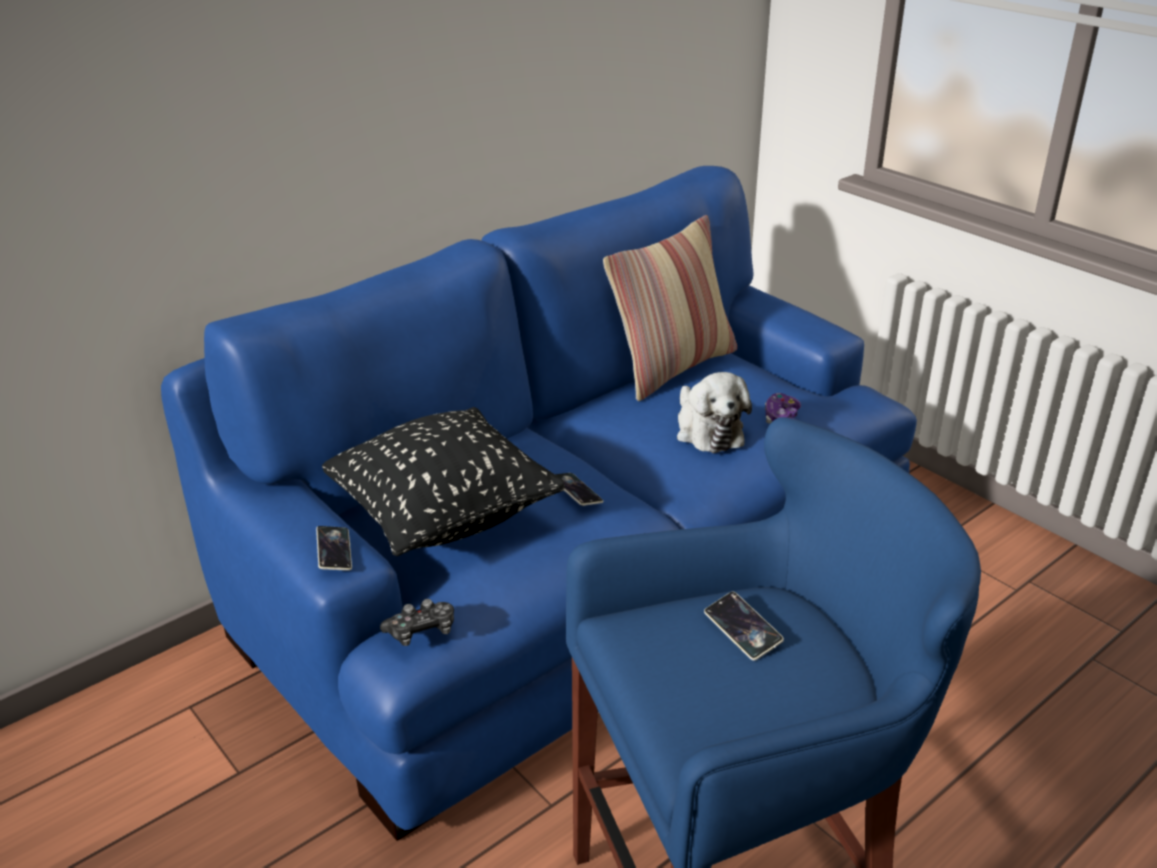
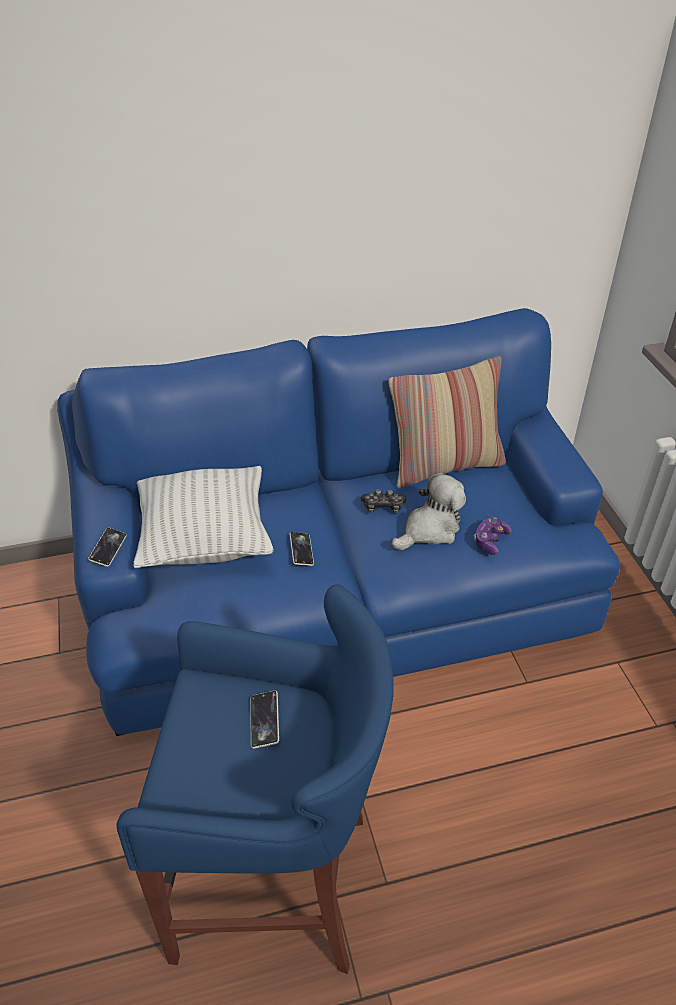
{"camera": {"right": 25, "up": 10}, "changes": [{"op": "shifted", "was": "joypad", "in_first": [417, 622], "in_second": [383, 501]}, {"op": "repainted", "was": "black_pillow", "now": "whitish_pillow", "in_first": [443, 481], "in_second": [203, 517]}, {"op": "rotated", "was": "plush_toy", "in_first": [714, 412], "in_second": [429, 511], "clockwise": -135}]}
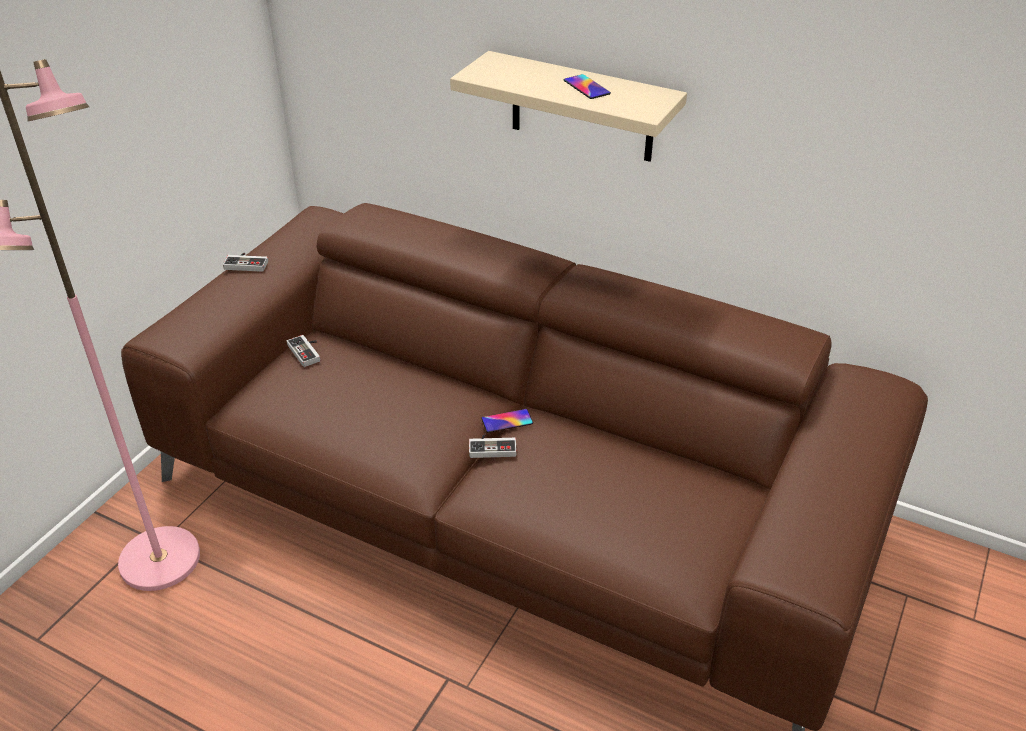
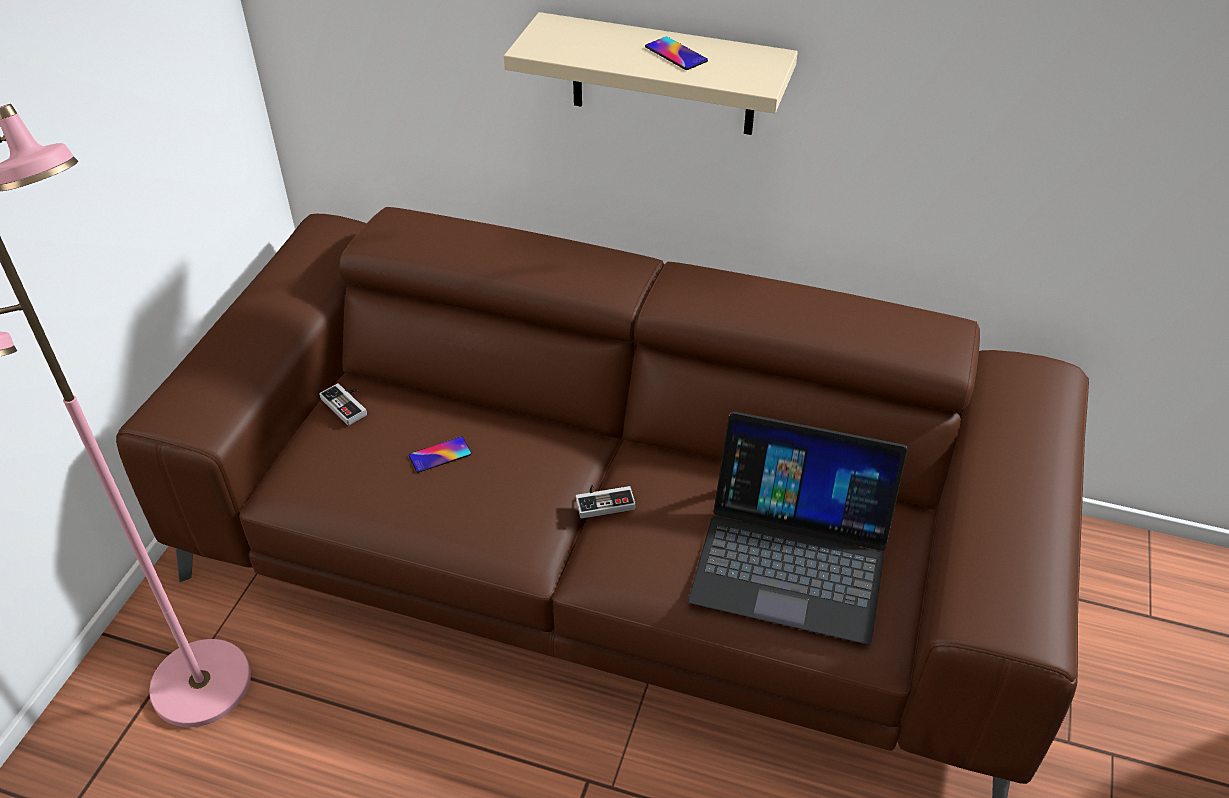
{"camera": {"right": -10, "up": 5}, "changes": [{"op": "gone", "was": "joypad", "in_first": [245, 262]}, {"op": "new", "now": "notebook_computer", "in_second": [797, 528]}, {"op": "shifted", "was": "phone", "in_first": [507, 421], "in_second": [440, 454]}]}
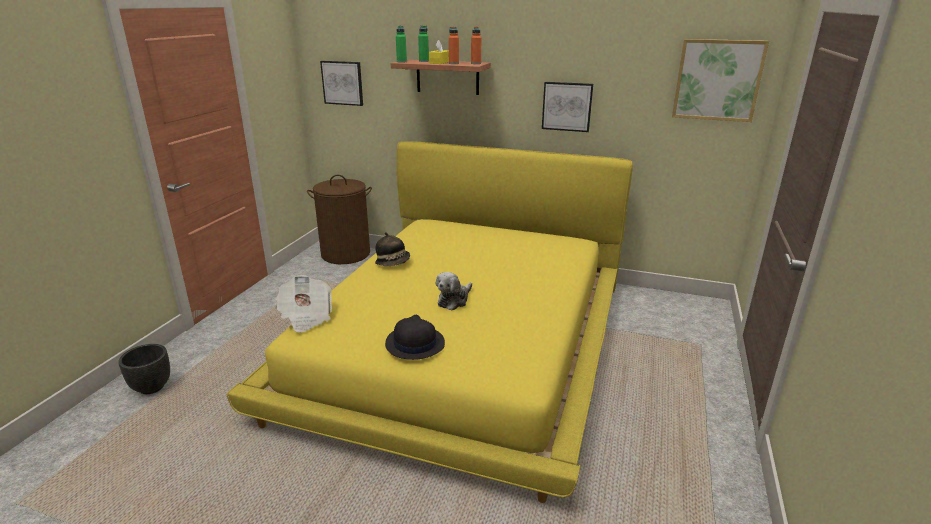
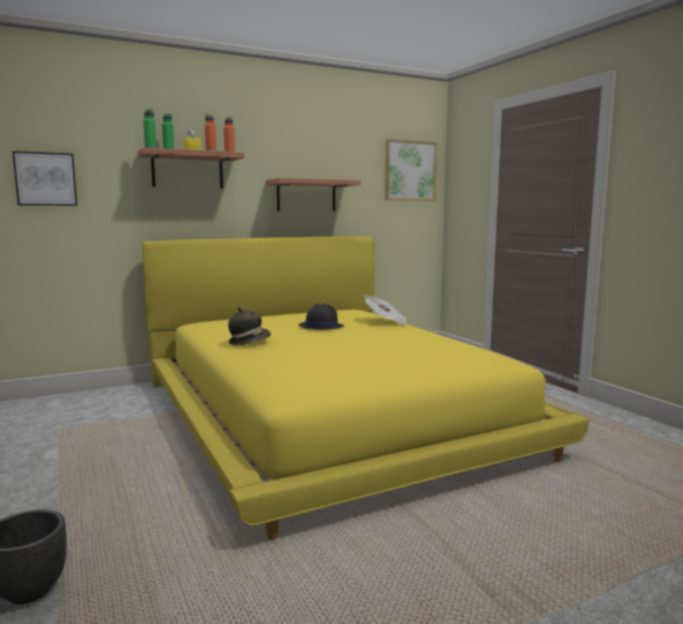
{"camera": {"right": -45, "up": -15}, "changes": [{"op": "gone", "was": "brown-coloured_washing_basket", "in_first": [339, 219]}, {"op": "gone", "was": "plush_toy", "in_first": [454, 291]}, {"op": "shifted", "was": "newspaper", "in_first": [303, 304], "in_second": [385, 310]}, {"op": "shifted", "was": "black_wearable_hat", "in_first": [415, 337], "in_second": [321, 317]}, {"op": "swapped", "was": "wall_art", "now": "wall_shelf", "in_first": [567, 107], "in_second": [313, 194]}]}
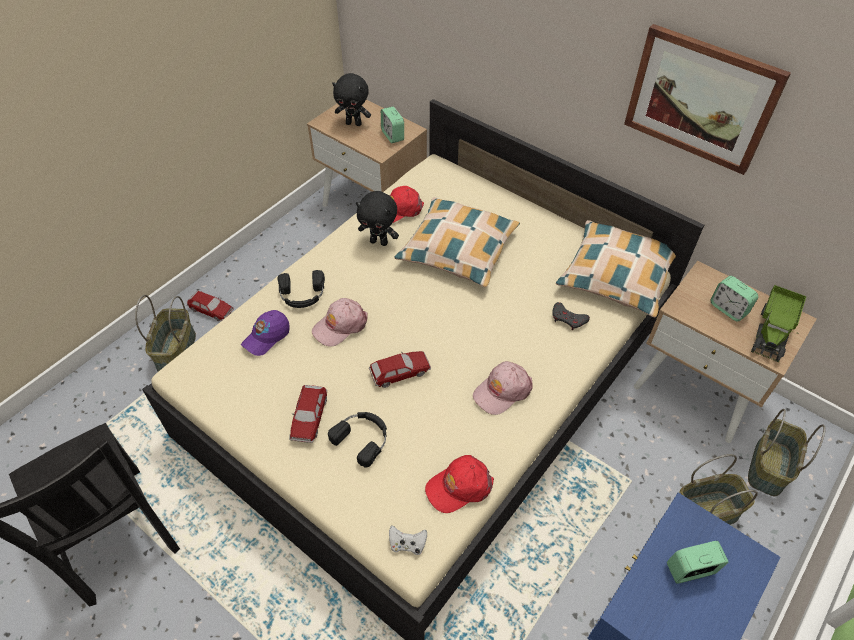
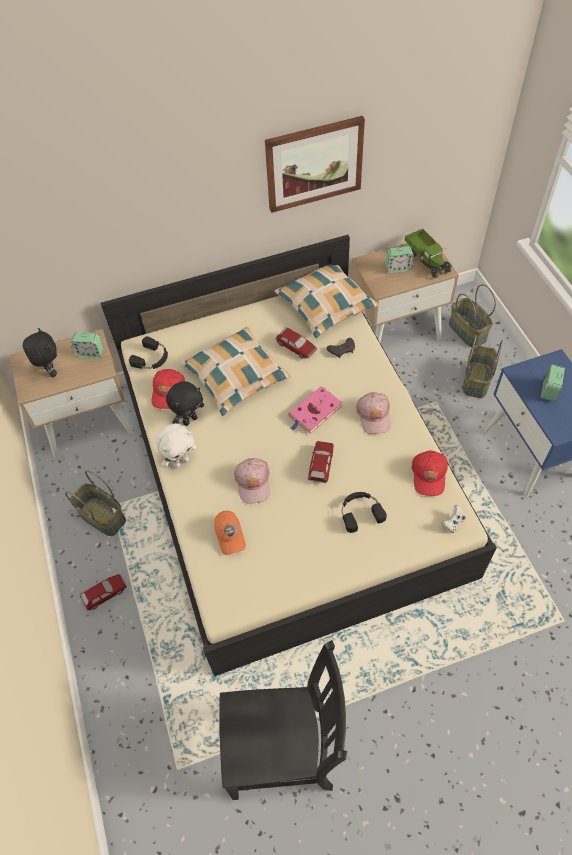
{"camera": {"right": -55, "up": 5}, "changes": [{"op": "new", "now": "whitish_plush_toy", "in_second": [176, 445]}, {"op": "new", "now": "pink-coloured_bound_book", "in_second": [315, 410]}, {"op": "shifted", "was": "storage_basket", "in_first": [165, 333], "in_second": [95, 503]}, {"op": "shifted", "was": "black_pair_of_headphones", "in_first": [301, 289], "in_second": [148, 352]}, {"op": "shifted", "was": "toy_car", "in_first": [308, 414], "in_second": [296, 343]}, {"op": "repainted", "was": "purple-coloured_peaked_cap", "now": "orangey_peaked_cap", "in_first": [265, 333], "in_second": [230, 533]}, {"op": "rotated", "was": "black_plush_toy", "in_first": [351, 99], "in_second": [40, 353], "clockwise": -75}]}
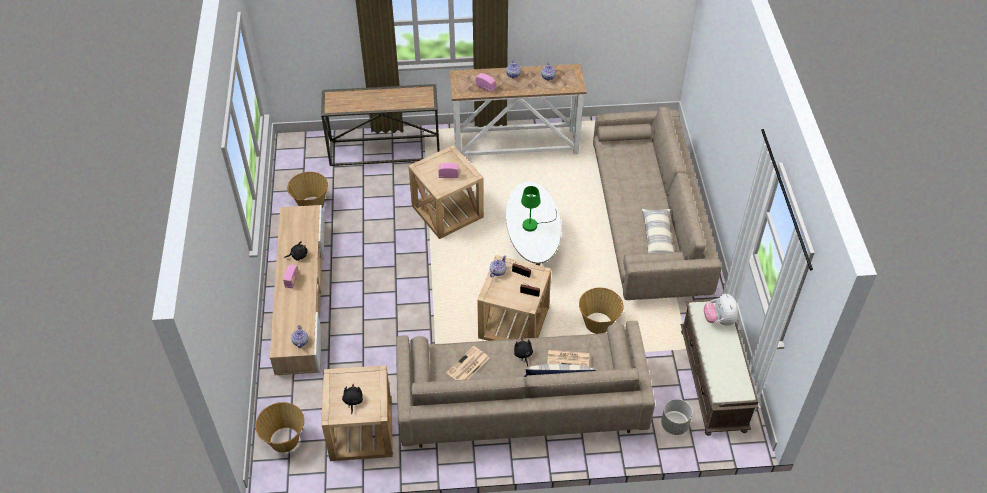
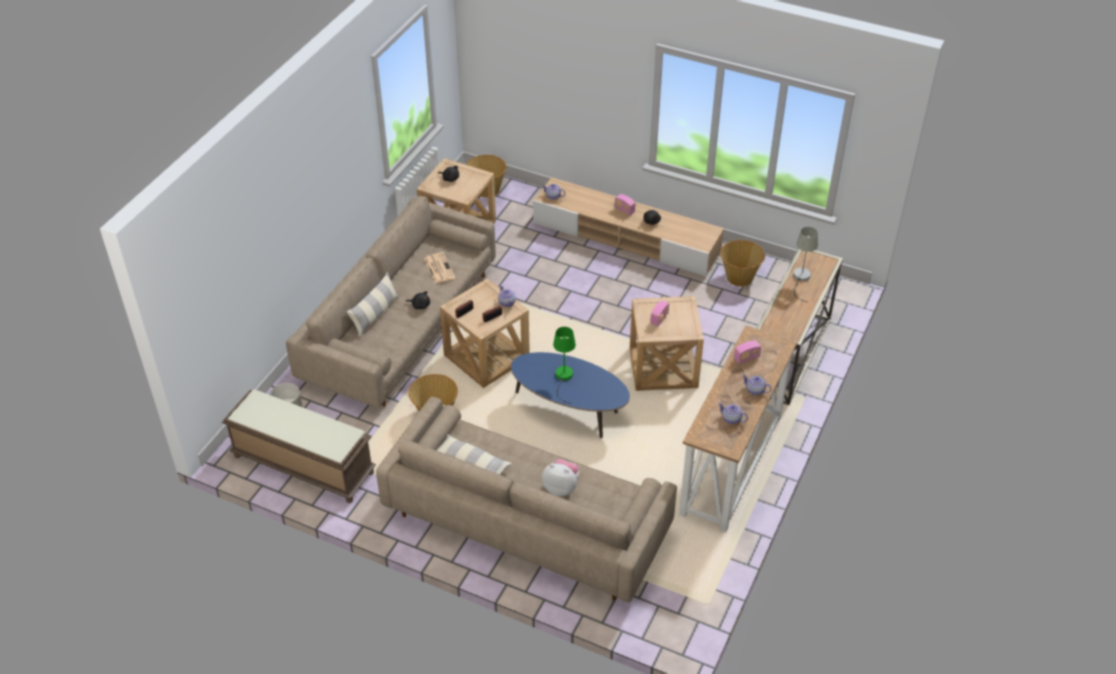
{"camera": {"right": 120, "up": -5}, "changes": [{"op": "gone", "was": "newspaper", "in_first": [568, 358]}, {"op": "new", "now": "gray_tabletop_lamp", "in_second": [805, 264]}, {"op": "shifted", "was": "plush_toy", "in_first": [721, 310], "in_second": [560, 477]}, {"op": "repainted", "was": "whitish_lounge_table", "now": "bluish_lounge_table", "in_first": [533, 223], "in_second": [570, 395]}]}
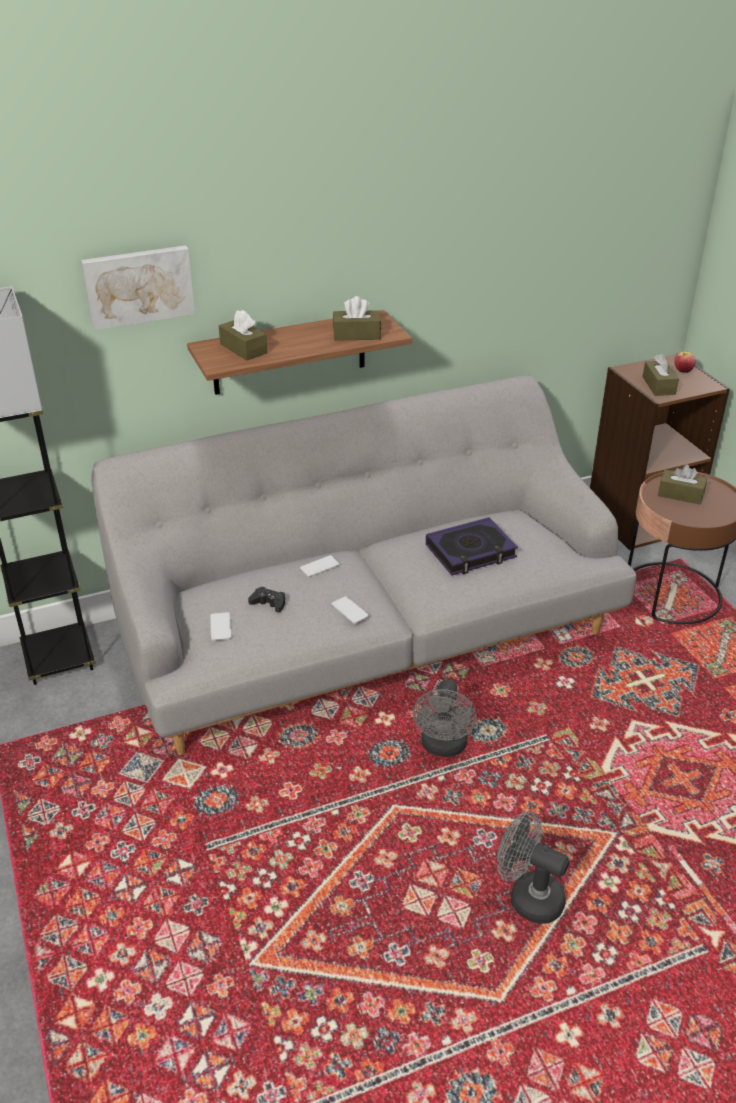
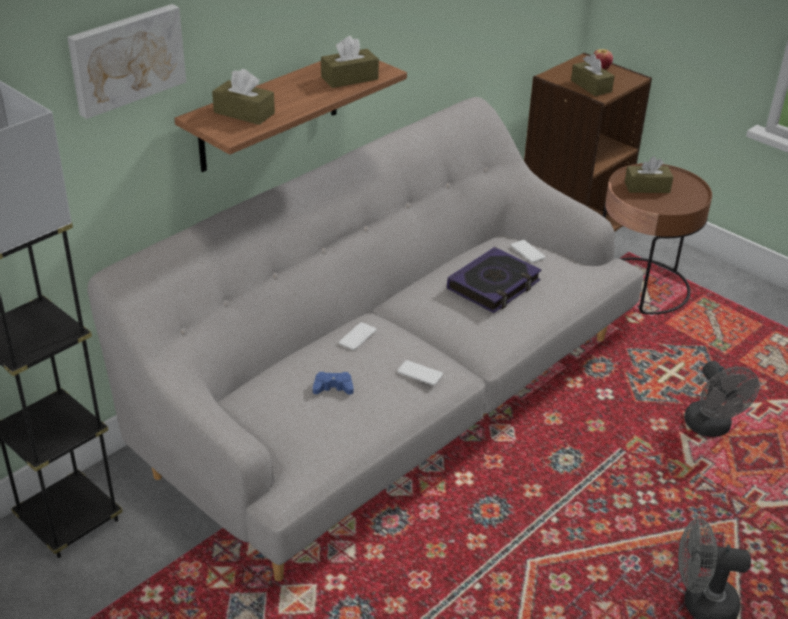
{"camera": {"right": -25, "up": 0}, "changes": [{"op": "shifted", "was": "phone", "in_first": [220, 626], "in_second": [528, 251]}, {"op": "shifted", "was": "gray_cooling_fan", "in_first": [445, 718], "in_second": [721, 399]}, {"op": "repainted", "was": "black_joypad", "now": "bluish_joypad", "in_first": [266, 599], "in_second": [333, 383]}]}
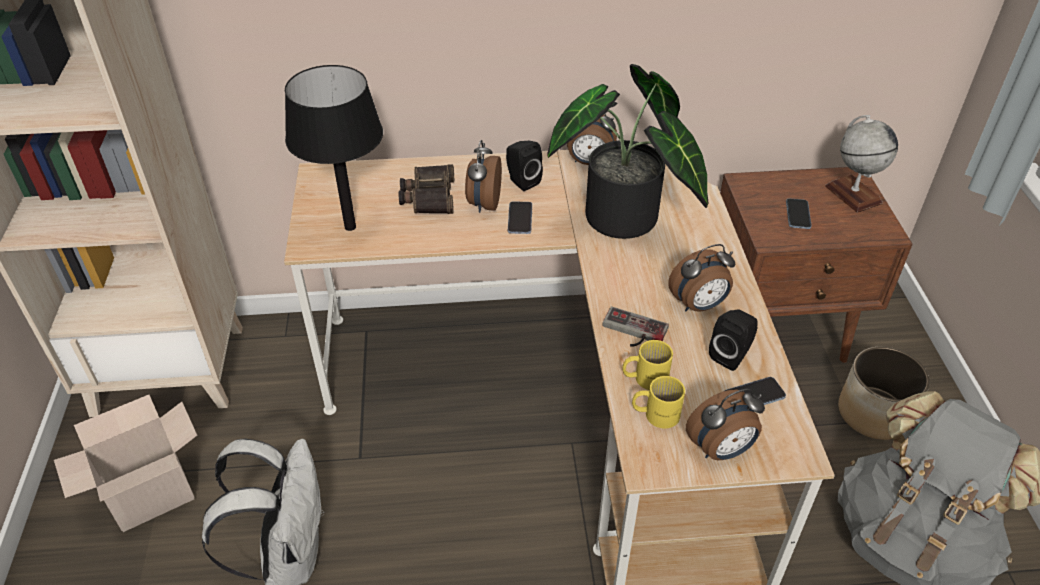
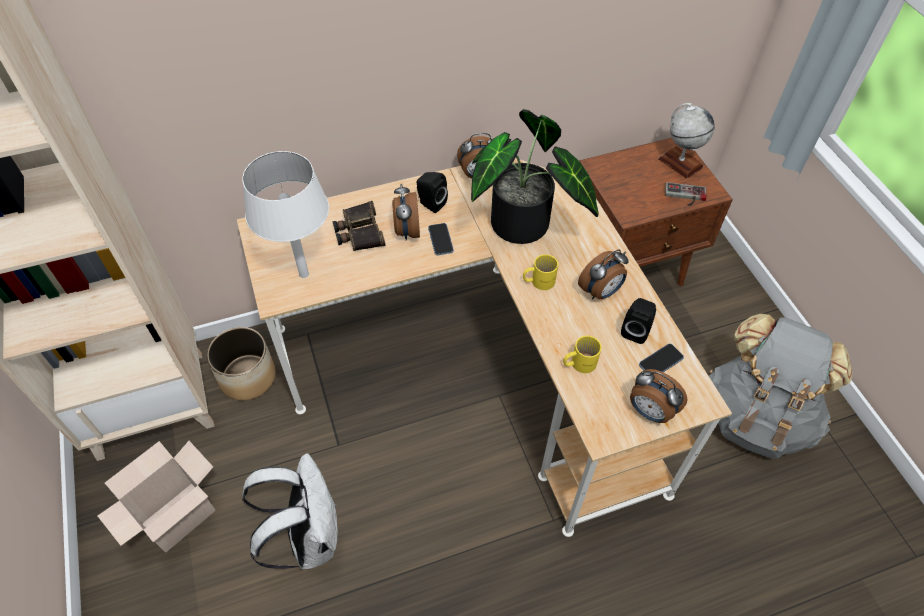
{"camera": {"right": -15, "up": 10}, "changes": [{"op": "gone", "was": "phone", "in_first": [799, 213]}, {"op": "shifted", "was": "joypad", "in_first": [635, 326], "in_second": [685, 194]}, {"op": "shifted", "was": "yellow_tea_mug", "in_first": [658, 402], "in_second": [540, 272]}, {"op": "shifted", "was": "flower_pot", "in_first": [884, 393], "in_second": [241, 363]}, {"op": "repainted", "was": "black_tabletop_lamp", "now": "whitish_tabletop_lamp", "in_first": [334, 148], "in_second": [285, 214]}, {"op": "rotated", "was": "alarm_clock", "in_first": [725, 424], "in_second": [658, 396], "clockwise": 75}]}
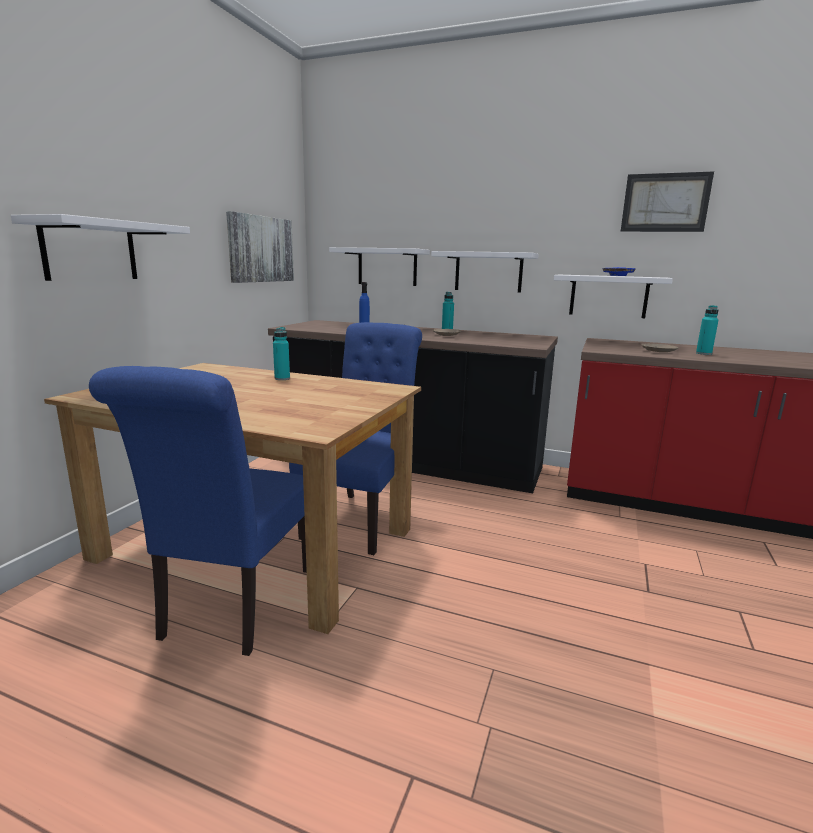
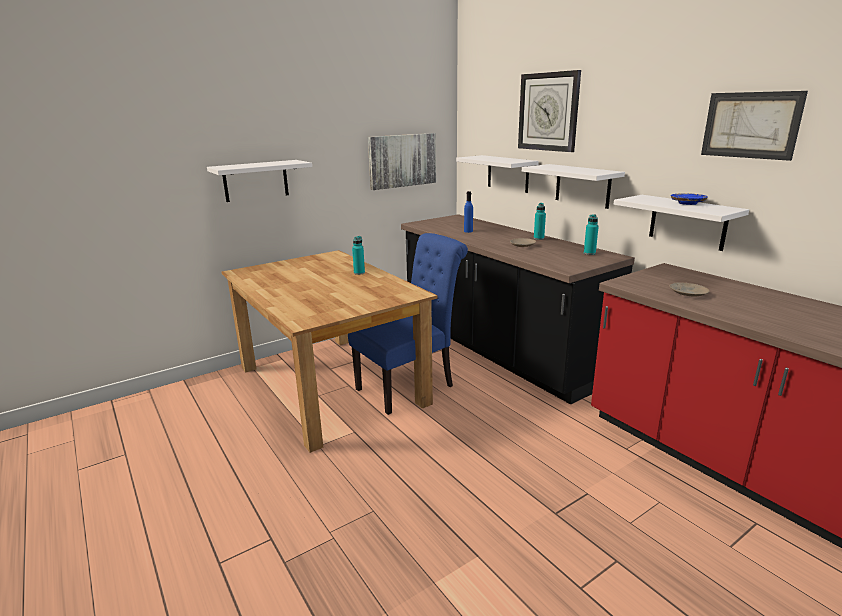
{"camera": {"right": 35, "up": 5}, "changes": [{"op": "gone", "was": "bluish_plain_chair", "in_first": [198, 511]}, {"op": "new", "now": "wall_clock", "in_second": [549, 111]}, {"op": "shifted", "was": "turquoise-coloured_bottle", "in_first": [707, 330], "in_second": [591, 234]}]}
